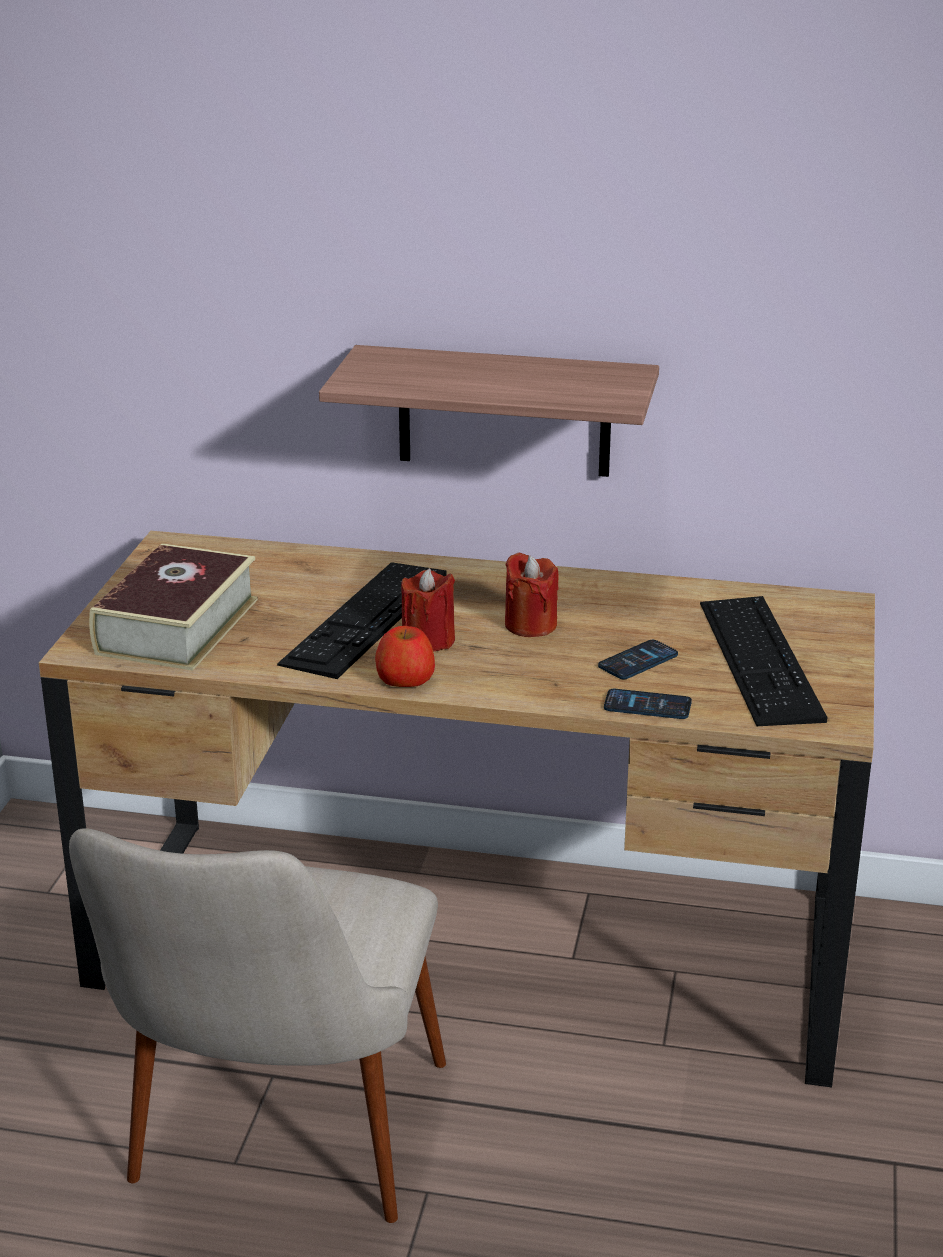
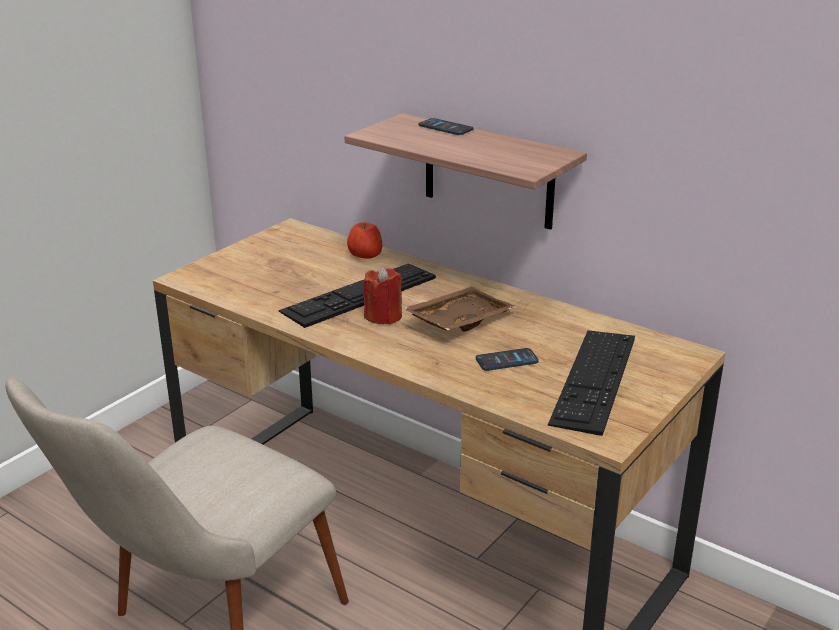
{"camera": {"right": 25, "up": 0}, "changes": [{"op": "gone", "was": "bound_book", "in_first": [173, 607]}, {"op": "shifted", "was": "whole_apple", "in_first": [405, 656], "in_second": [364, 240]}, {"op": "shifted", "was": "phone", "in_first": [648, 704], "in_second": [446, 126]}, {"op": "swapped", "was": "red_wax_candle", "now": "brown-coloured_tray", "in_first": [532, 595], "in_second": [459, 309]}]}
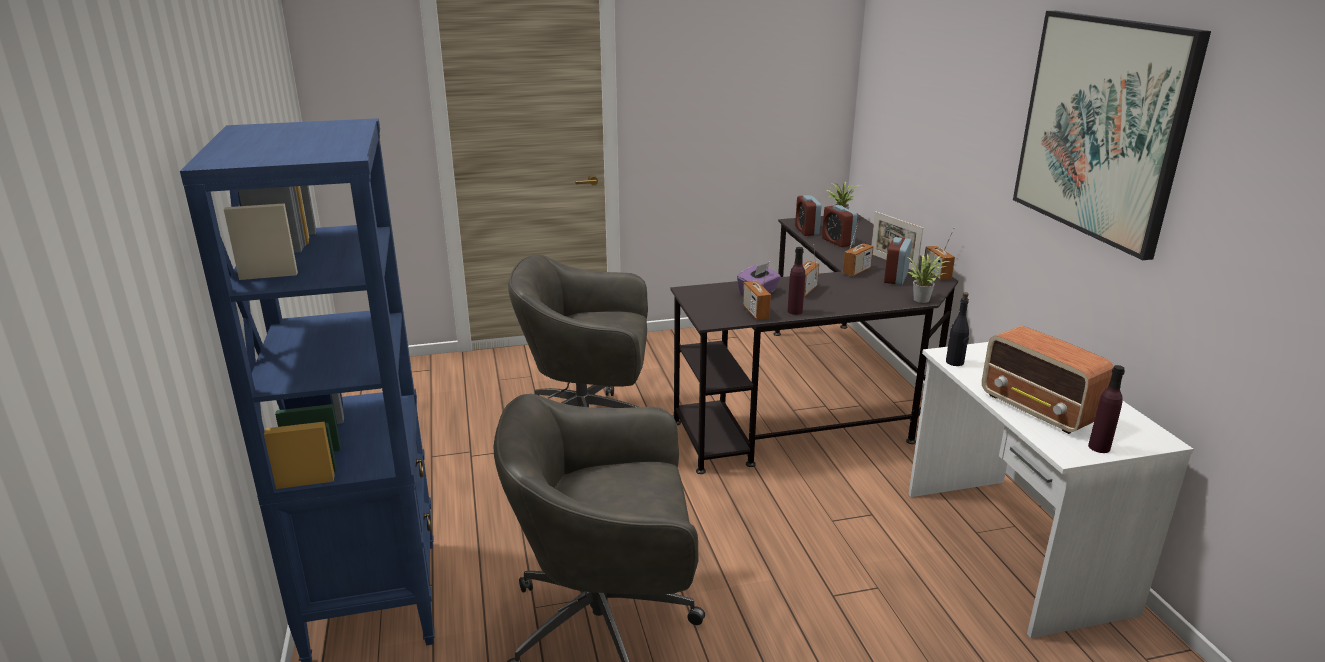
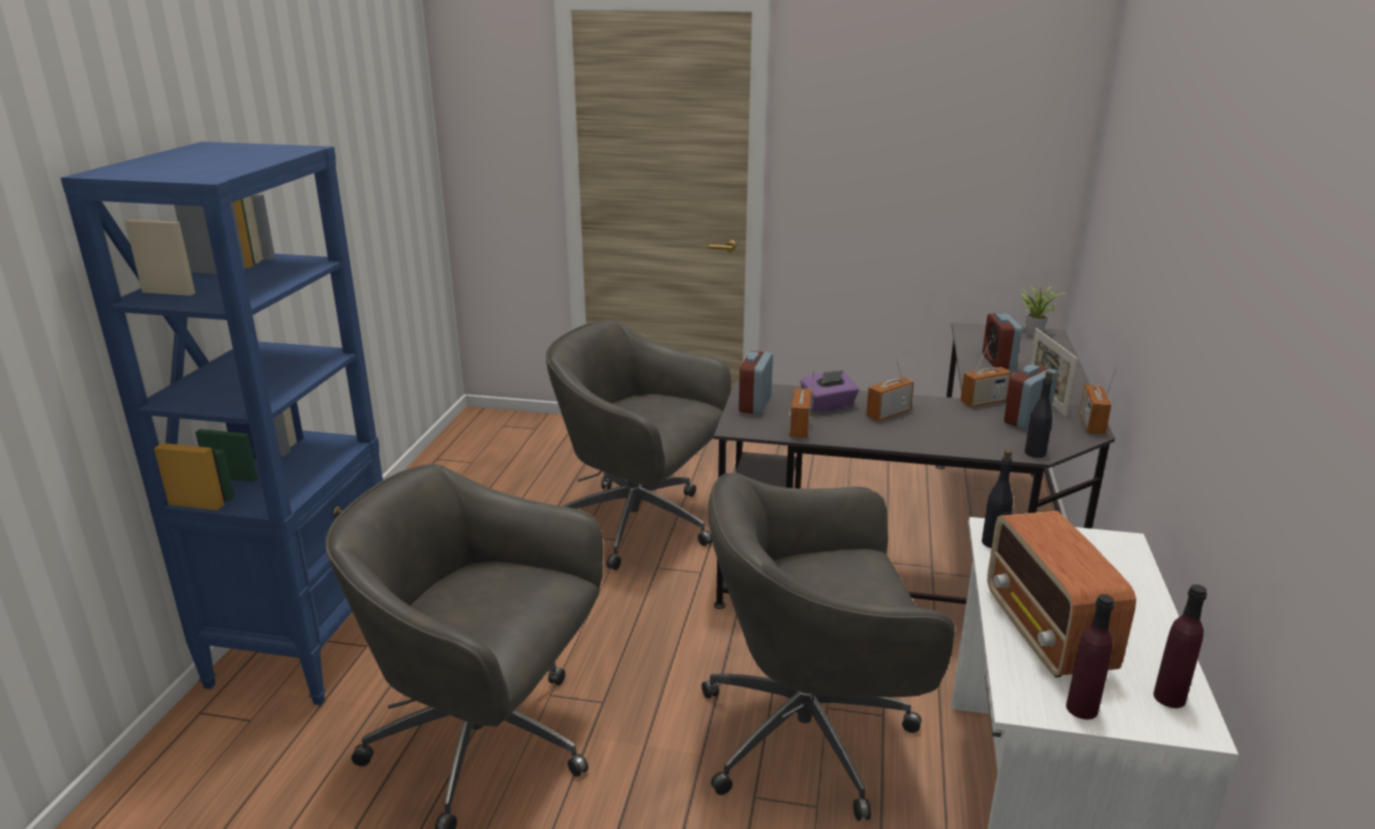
{"camera": {"right": 25, "up": 0}, "changes": [{"op": "gone", "was": "wall_art", "in_first": [1112, 135]}, {"op": "new", "now": "gray_office_chair", "in_second": [828, 646]}, {"op": "shifted", "was": "purple-coloured_bottle", "in_first": [796, 281], "in_second": [1180, 646]}, {"op": "shifted", "was": "alarm_clock", "in_first": [808, 215], "in_second": [756, 382]}, {"op": "swapped", "was": "houseplant", "now": "black_bottle", "in_first": [929, 278], "in_second": [1039, 414]}]}
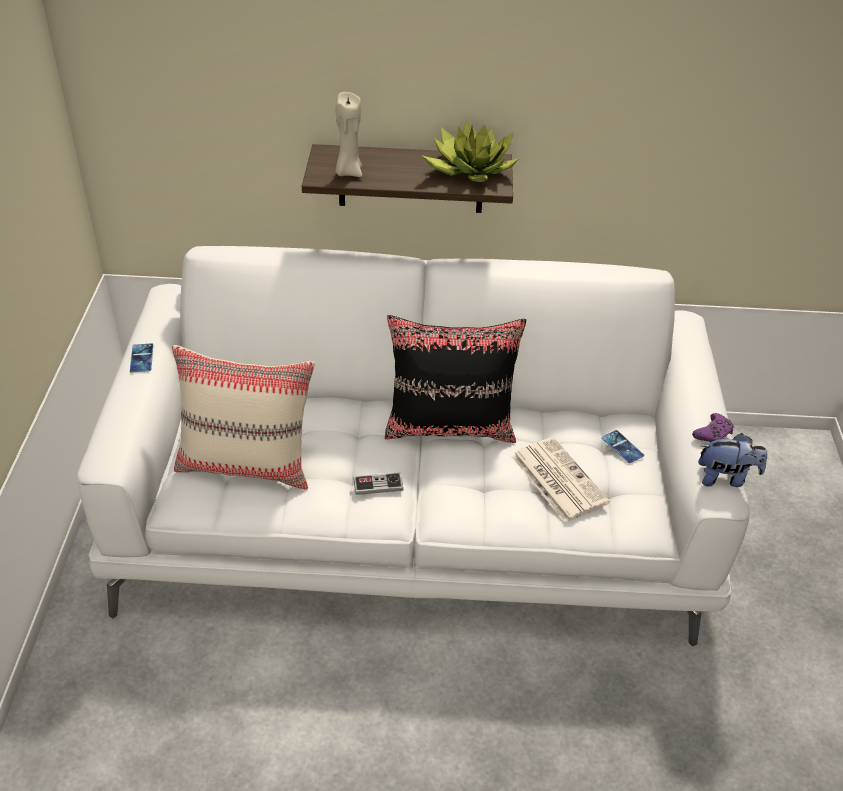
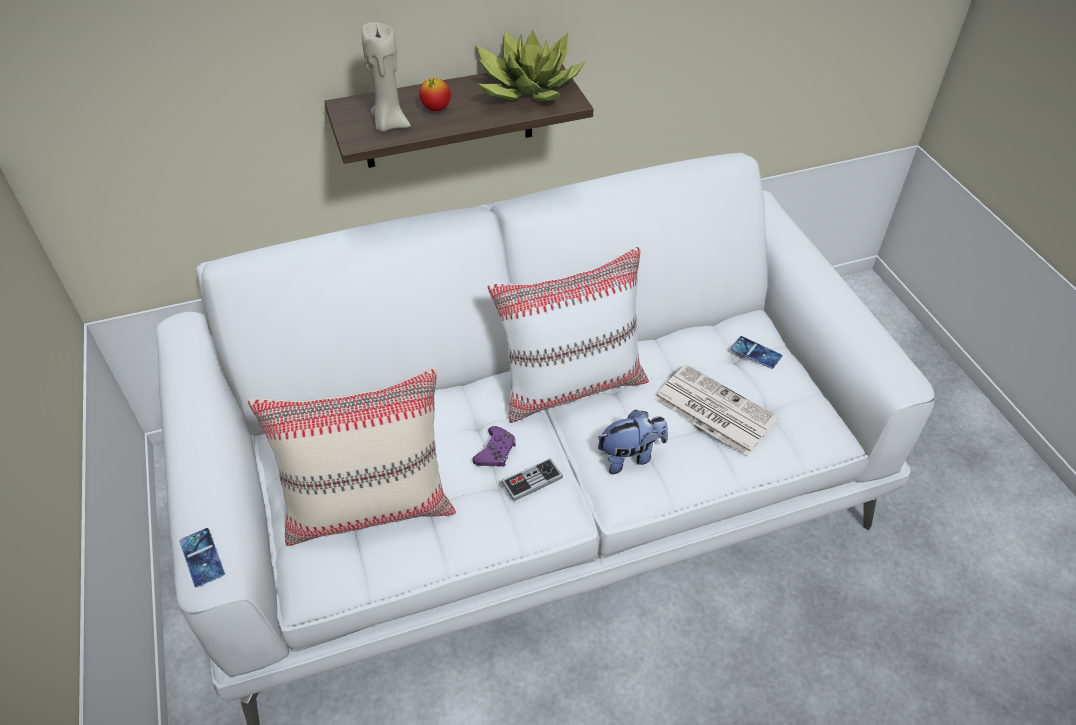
{"camera": {"right": -20, "up": 5}, "changes": [{"op": "new", "now": "whole_apple", "in_second": [435, 94]}, {"op": "shifted", "was": "phone", "in_first": [141, 357], "in_second": [202, 557]}, {"op": "shifted", "was": "purple-coloured_joypad", "in_first": [713, 427], "in_second": [494, 446]}, {"op": "shifted", "was": "plush_toy", "in_first": [732, 460], "in_second": [632, 441]}, {"op": "repainted", "was": "black_pillow", "now": "whitish_pillow", "in_first": [455, 379], "in_second": [568, 334]}]}
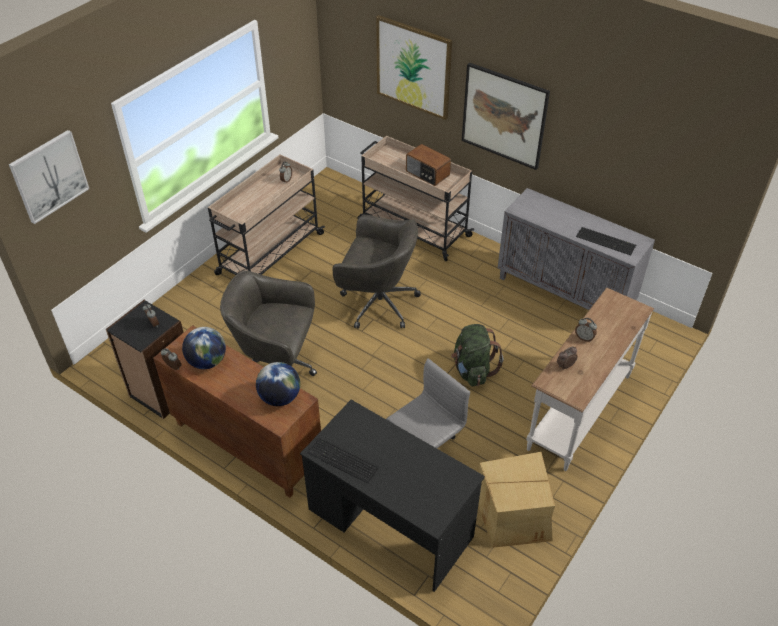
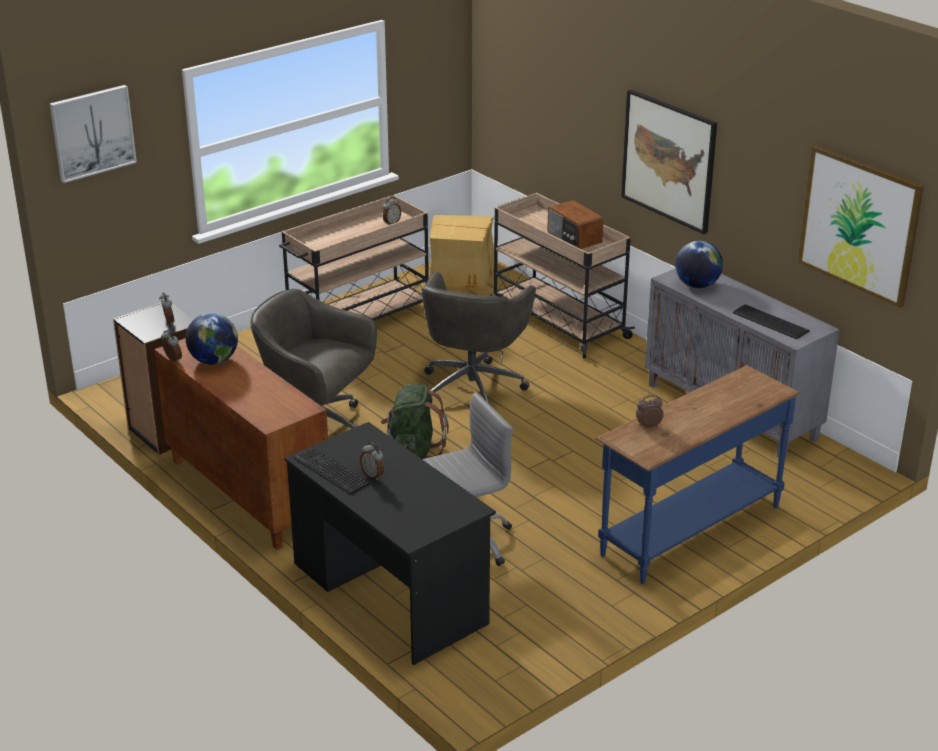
{"camera": {"right": 15, "up": -15}, "changes": [{"op": "shifted", "was": "world_globe", "in_first": [278, 384], "in_second": [699, 264]}, {"op": "shifted", "was": "wall_art", "in_first": [414, 67], "in_second": [861, 226]}, {"op": "shifted", "was": "greenish_backpack", "in_first": [477, 355], "in_second": [415, 421]}, {"op": "shifted", "was": "packing_box", "in_first": [516, 500], "in_second": [462, 253]}, {"op": "shifted", "was": "alarm_clock", "in_first": [586, 330], "in_second": [372, 461]}, {"op": "repainted", "was": "whitish_console_table", "now": "bluish_console_table", "in_first": [590, 379], "in_second": [697, 474]}, {"op": "rotated", "was": "gray_office_chair", "in_first": [376, 272], "in_second": [478, 338], "clockwise": 75}]}
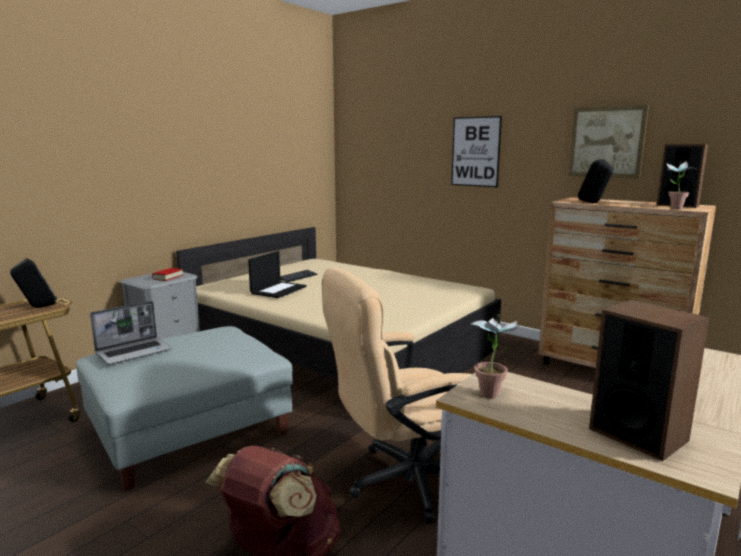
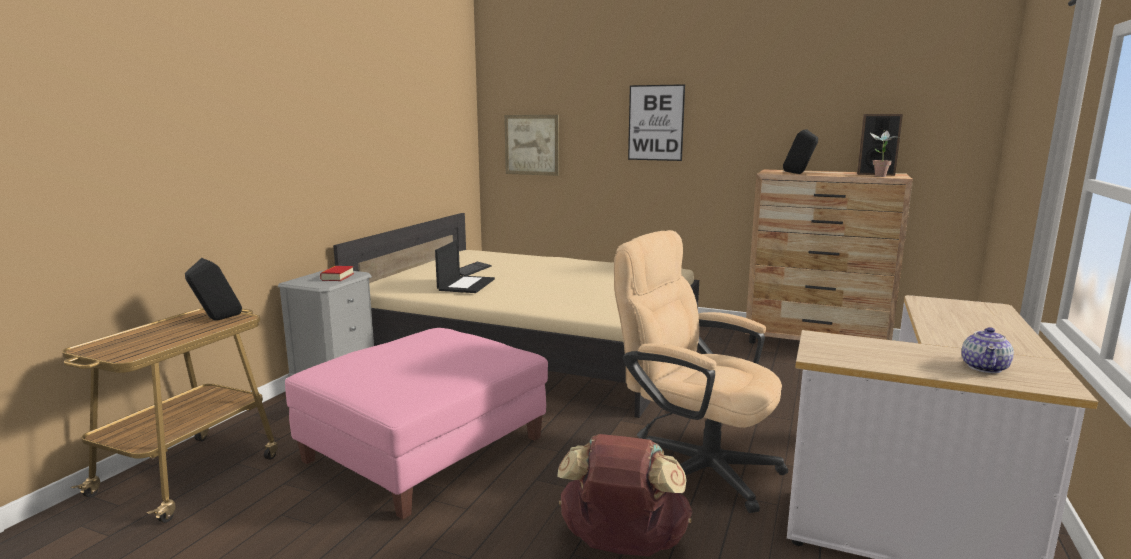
{"camera": {"right": -15, "up": 0}, "changes": [{"op": "gone", "was": "notebook_computer", "in_first": [131, 333]}, {"op": "gone", "was": "houseplant", "in_first": [495, 356]}, {"op": "shifted", "was": "wall_art", "in_first": [608, 141], "in_second": [531, 145]}, {"op": "swapped", "was": "audio_speaker", "now": "tea_pot", "in_first": [649, 380], "in_second": [988, 350]}, {"op": "repainted", "was": "gray_pouffe", "now": "pink-coloured_pouffe", "in_first": [184, 408], "in_second": [416, 423]}, {"op": "rotated", "was": "beige-coloured_office_chair", "in_first": [397, 395], "in_second": [701, 371], "clockwise": 75}]}
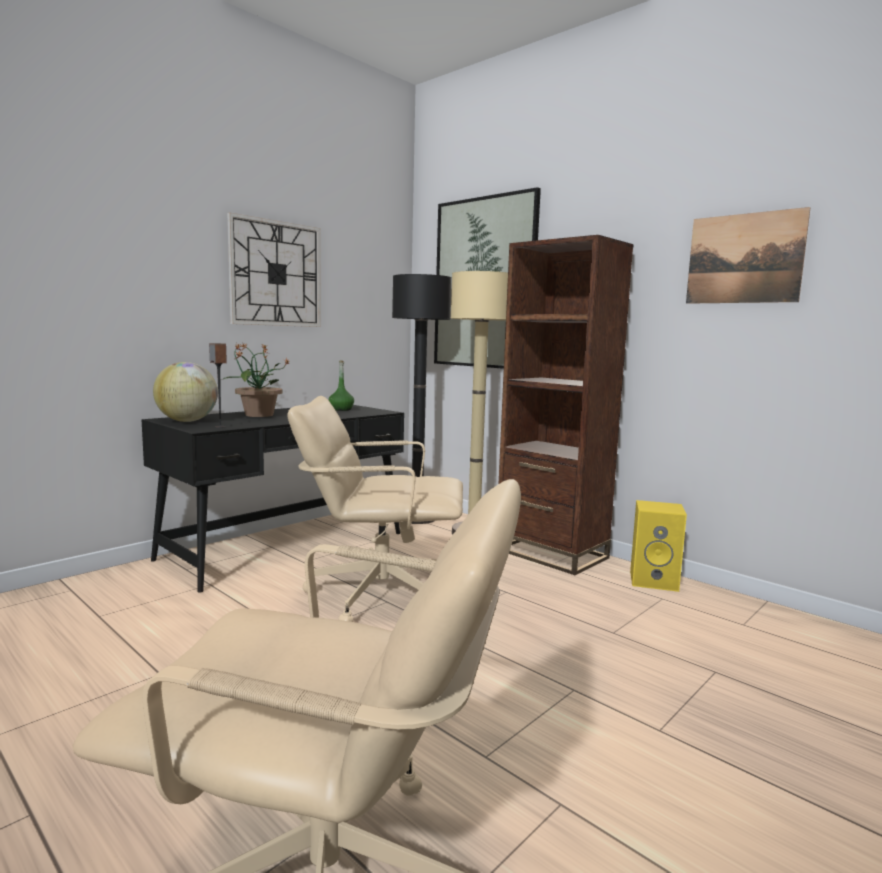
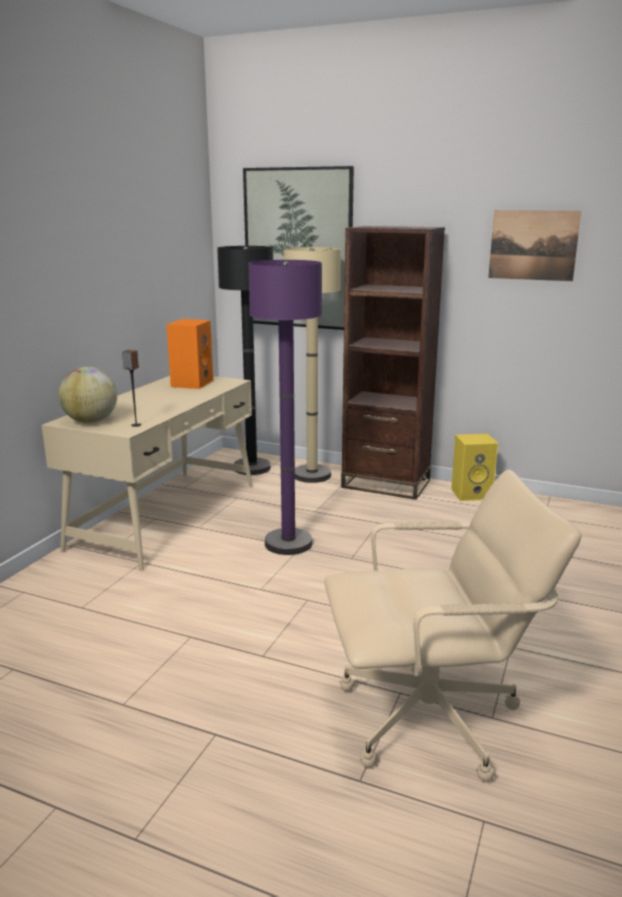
{"camera": {"right": -20, "up": 10}, "changes": [{"op": "gone", "was": "houseplant", "in_first": [255, 380]}, {"op": "gone", "was": "wall_clock", "in_first": [274, 269]}, {"op": "swapped", "was": "beige-coloured_office_chair", "now": "purple-coloured_floor_lamp", "in_first": [375, 509], "in_second": [285, 407]}, {"op": "swapped", "was": "greenish_bottle", "now": "orangey_audio_speaker", "in_first": [341, 385], "in_second": [190, 354]}, {"op": "repainted", "was": "black_desk_unit", "now": "beige-coloured_desk_unit", "in_first": [272, 499], "in_second": [147, 473]}]}
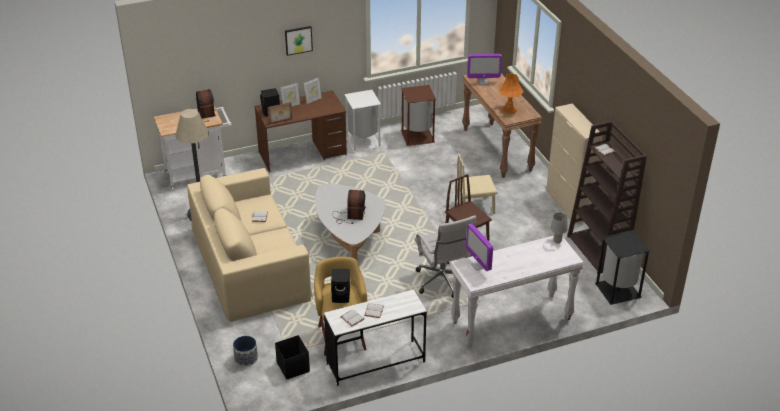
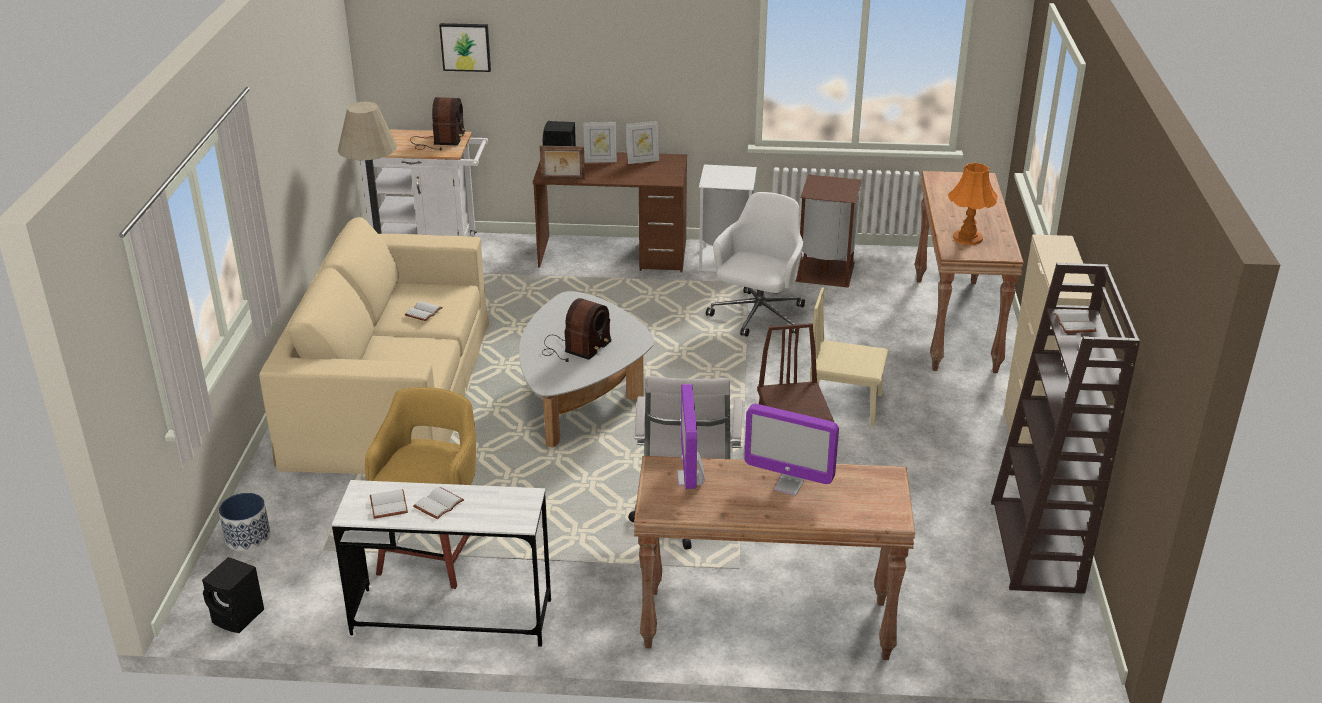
{"camera": {"right": 25, "up": -5}, "changes": [{"op": "gone", "was": "black_storage_container", "in_first": [292, 357]}, {"op": "gone", "was": "gray_tabletop_lamp", "in_first": [559, 228]}, {"op": "gone", "was": "black_rubbish_bin", "in_first": [622, 267]}, {"op": "new", "now": "whitish_office_chair", "in_second": [755, 264]}, {"op": "shifted", "was": "wall_art", "in_first": [299, 41], "in_second": [465, 47]}, {"op": "shifted", "was": "black_audio_speaker", "in_first": [340, 286], "in_second": [233, 595]}, {"op": "shifted", "was": "computer_screen", "in_first": [484, 69], "in_second": [791, 450]}, {"op": "repainted", "was": "whitish_console_table", "now": "brown-coloured_console_table", "in_first": [517, 292], "in_second": [774, 558]}]}
